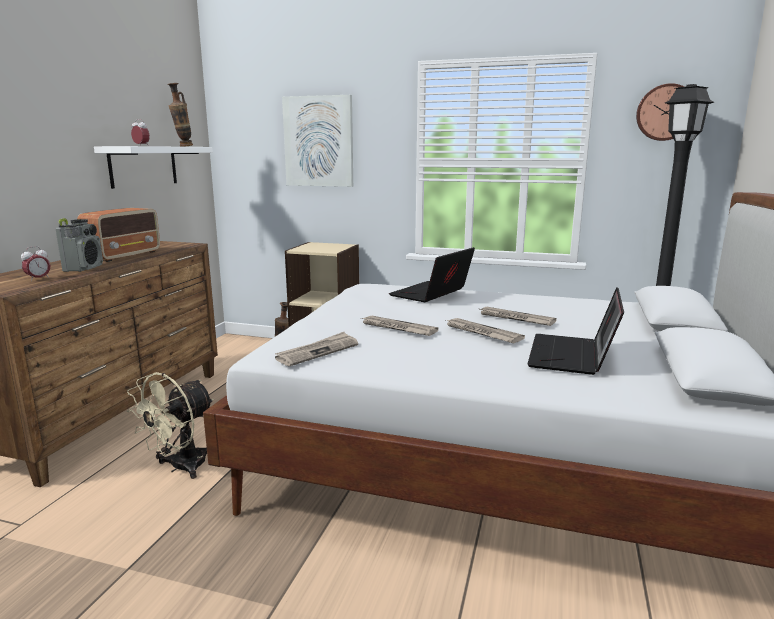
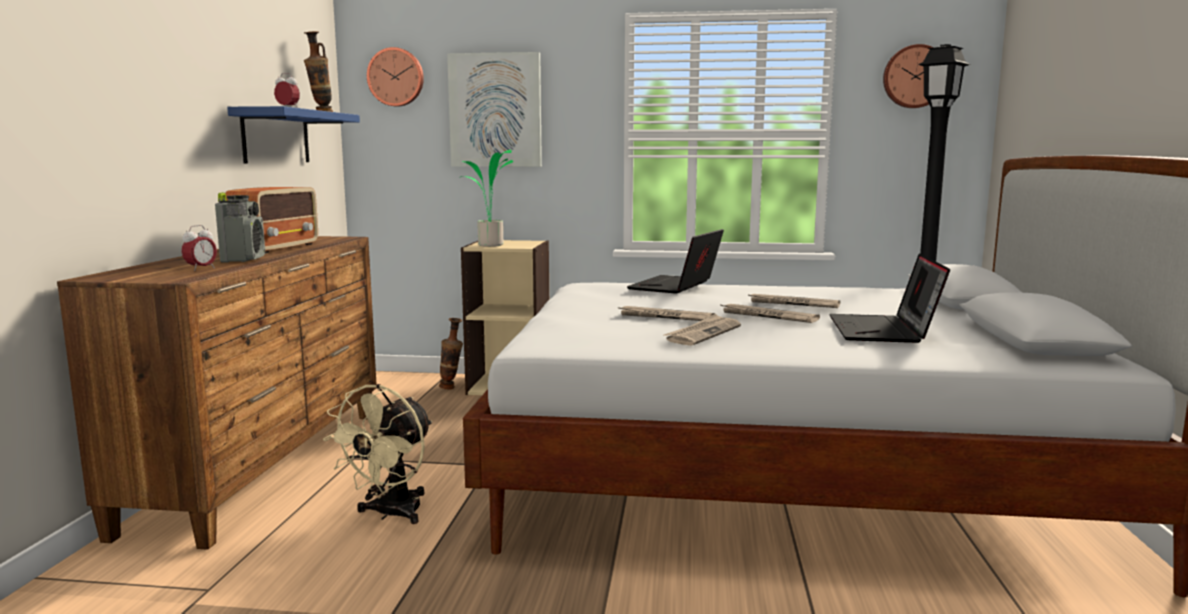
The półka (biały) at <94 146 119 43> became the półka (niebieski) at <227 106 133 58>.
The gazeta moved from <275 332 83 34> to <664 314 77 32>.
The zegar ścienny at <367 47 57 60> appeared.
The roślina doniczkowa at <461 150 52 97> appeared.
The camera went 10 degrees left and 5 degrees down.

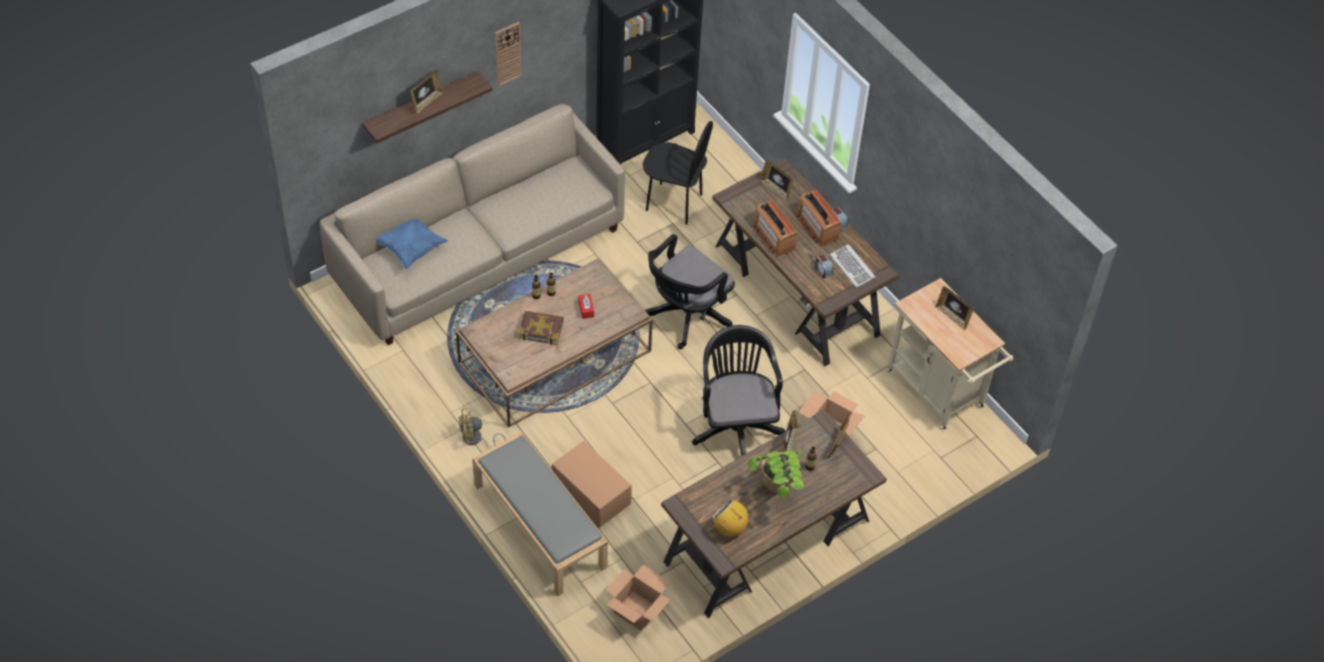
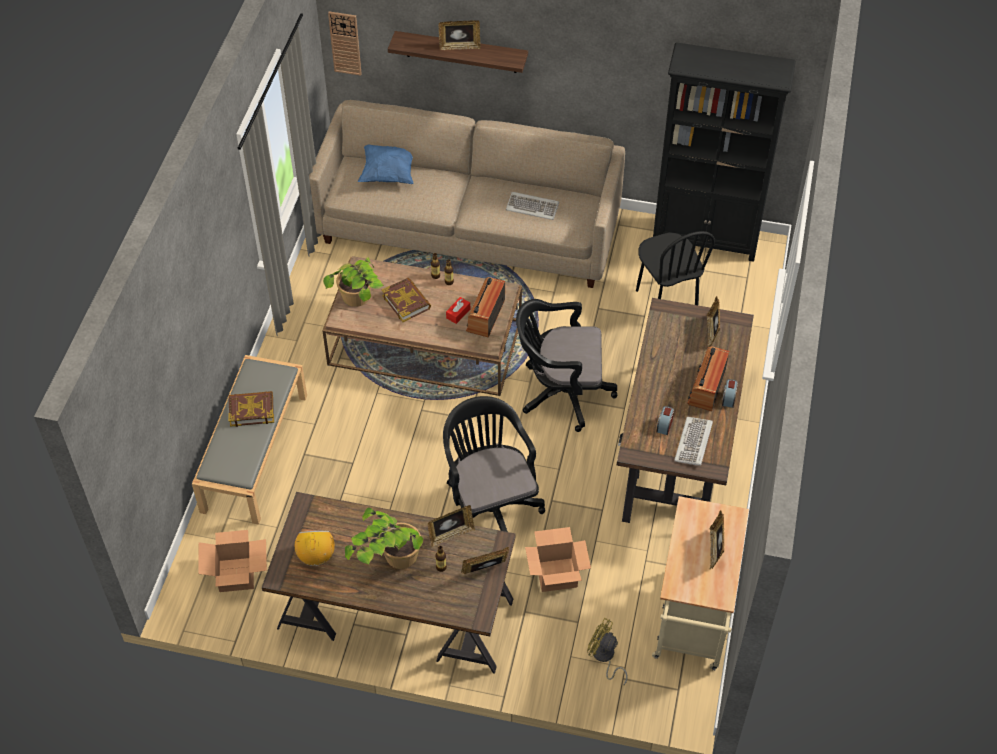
The wentylator (żółty) moved from <458 408 48 41> to <587 618 41 67>.
The zegar ścienny moved from <495 22 27 64> to <328 11 34 65>.
The karton at <552 441 80 87> disappeared.
The krzesło biurowe (czarny) at <692 325 93 132> turned 60 degrees counterclockwise.
The radio moved from <752 200 45 57> to <466 277 39 60>.
The książka at <228 391 46 36> appeared.
The roślina doniczkowa at <323 257 61 50> appeared.
The klawiatura at <506 192 53 28> appeared.
The camera went 50 degrees right and 0 degrees up.

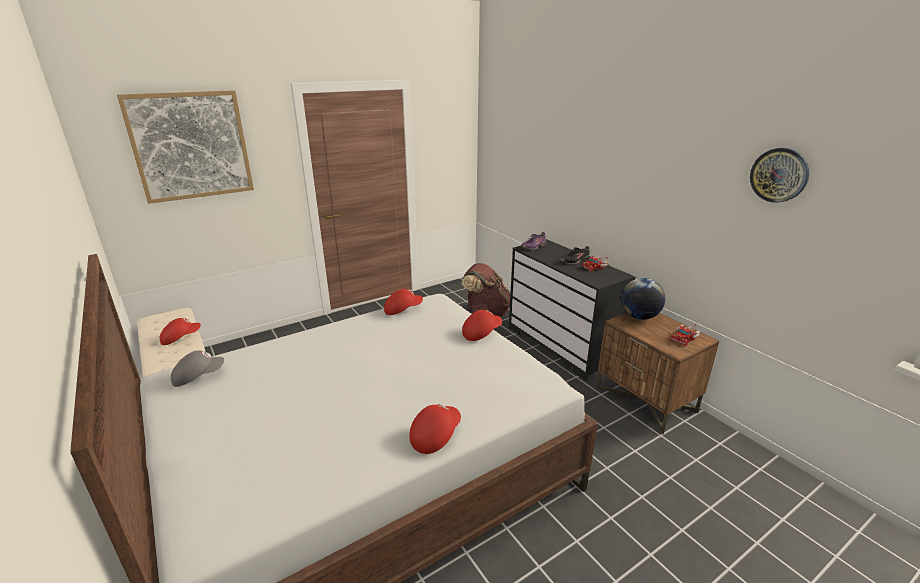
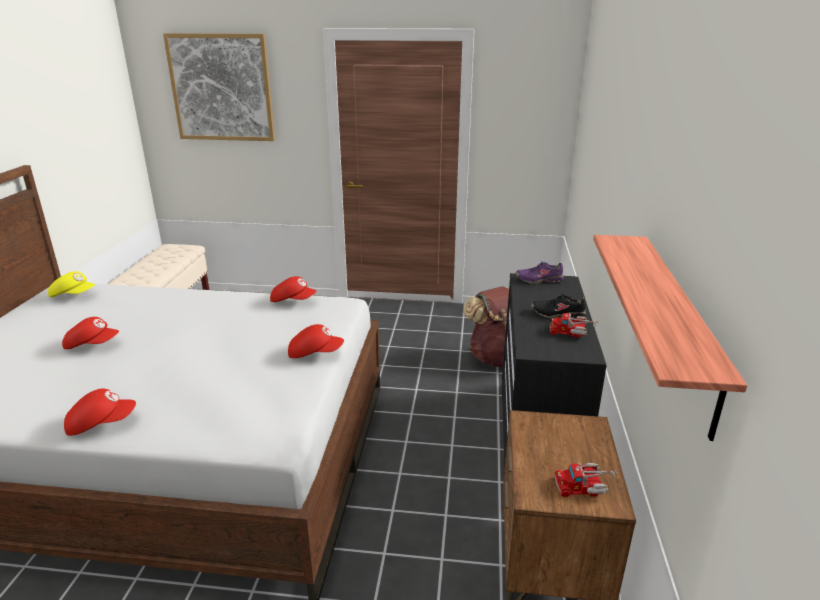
The czapka z daszkiem (czerwony) moved from <160 318 41 27> to <62 317 57 32>.
The czapka z daszkiem (szary) at <171 350 53 37> became the czapka z daszkiem (żółty) at <48 271 47 26>.
The globus at <621 278 44 42> disappeared.
The zegar ścienny at <750 148 59 55> disappeared.
The półka at <593 235 154 206> appeared.
The camera went 40 degrees right and 0 degrees up.

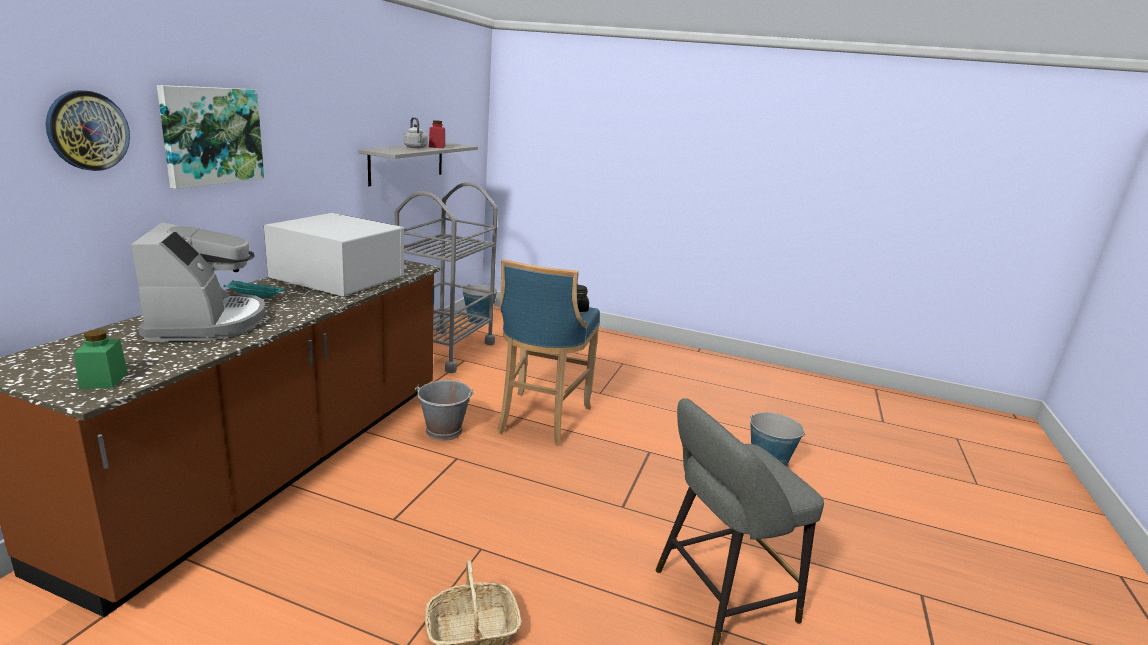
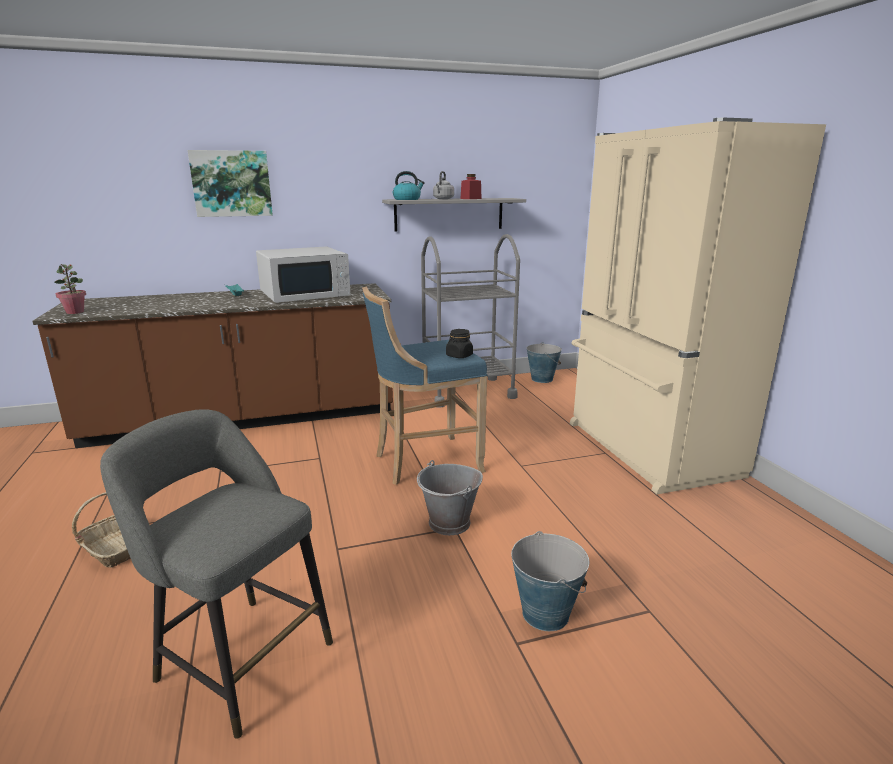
The zegar ścienny at <46 90 84 81> disappeared.
The słoik (zielony) at <74 329 54 60> was replaced by the roślina doniczkowa at <54 264 32 50>.
The ekspres do kawy at <131 222 135 120> disappeared.
The mikrofalówka (biały) at <264 213 140 83> turned 75 degrees clockwise.
The wiadro (szary) moved from <415 380 59 61> to <417 460 66 75>.
The czajnik at <393 171 32 29> appeared.
The lodówka (beżowy) at <570 118 256 376> appeared.
The camera went 55 degrees right and 0 degrees up.

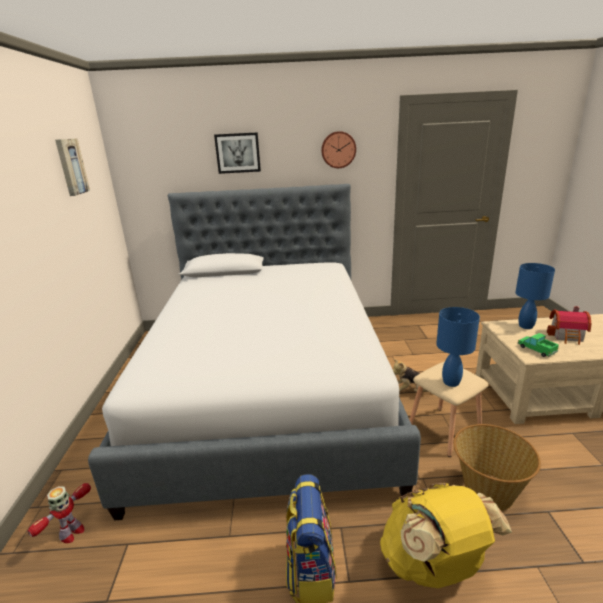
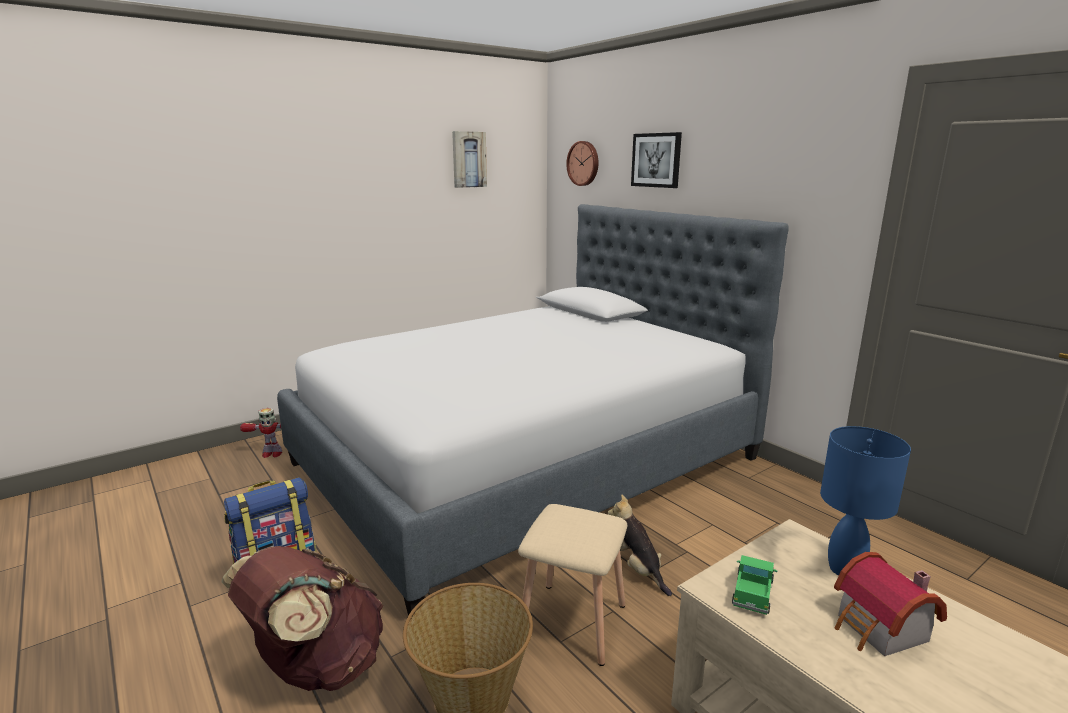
The zegar ścienny moved from <321 131 35 37> to <566 141 32 45>.
The plecak (żółty) at <380 483 132 105> became the plecak (brązowy) at <221 546 163 145>.
The lampa stołowa (niebieski) at <436 307 44 80> disappeared.
The camera went 55 degrees right and 5 degrees down.

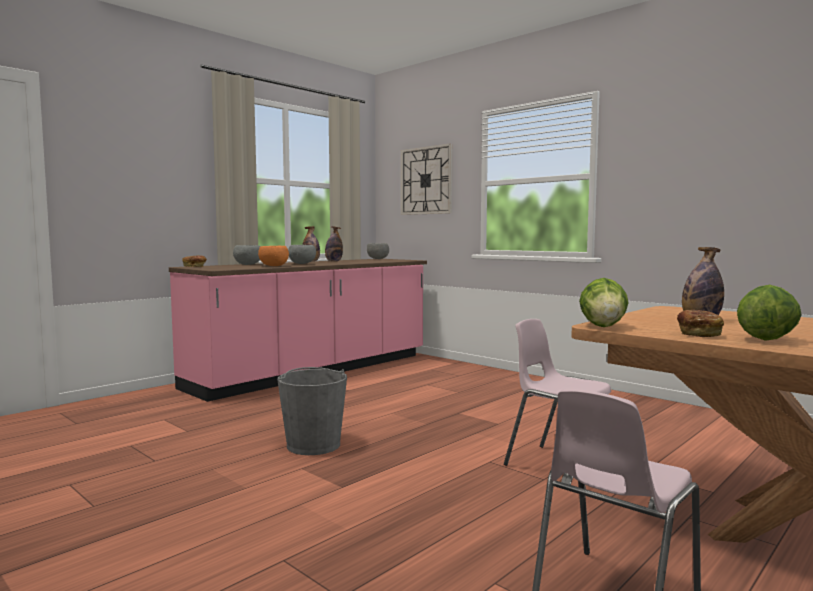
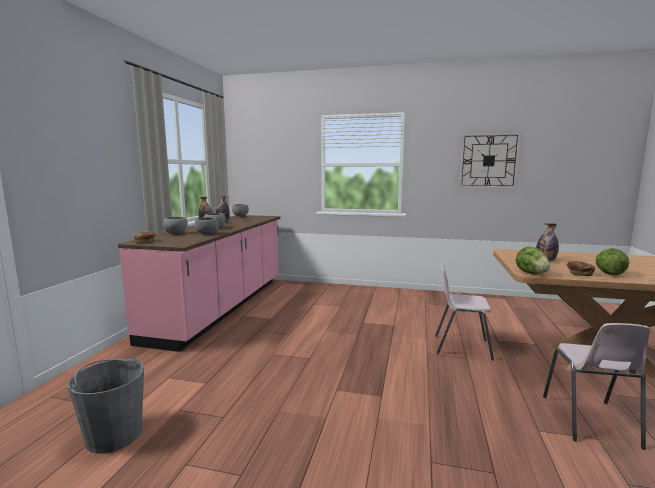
The miska (pomarańczowy) at <258 246 31 20> became the miska (szary) at <195 217 24 18>.
The wiadro (szary) moved from <277 367 70 88> to <67 358 77 96>.
The zegar ścienny moved from <401 143 51 72> to <459 133 62 55>.
The camera went 30 degrees left and 5 degrees up.

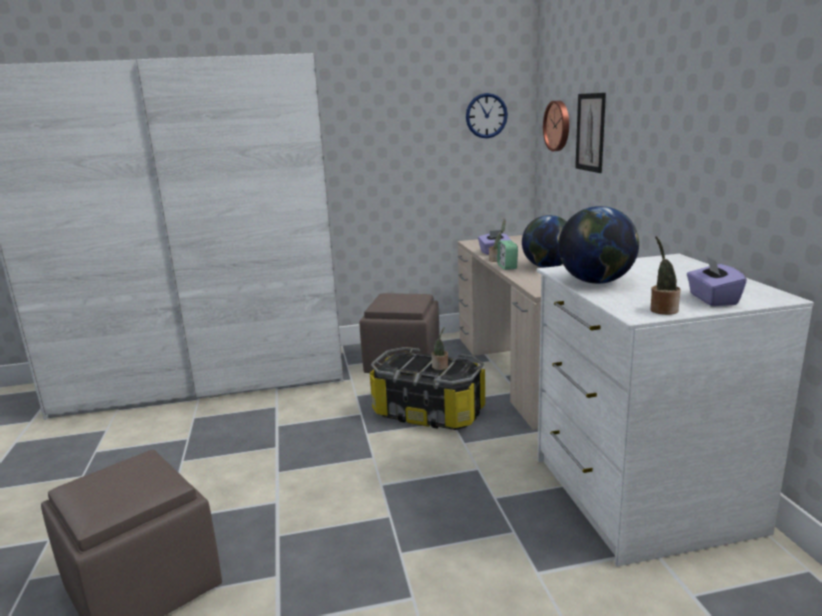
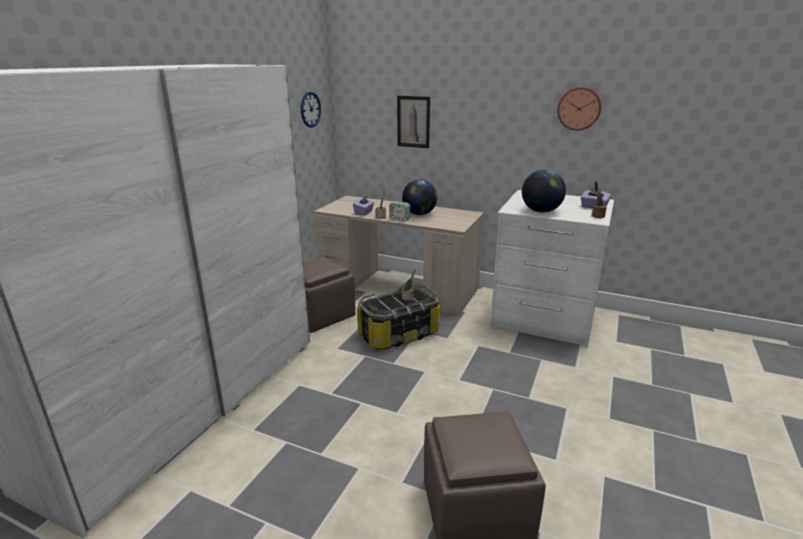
The zegar ścienny moved from <543 101 26 50> to <557 87 44 44>.
The camera went 55 degrees left and 5 degrees up.

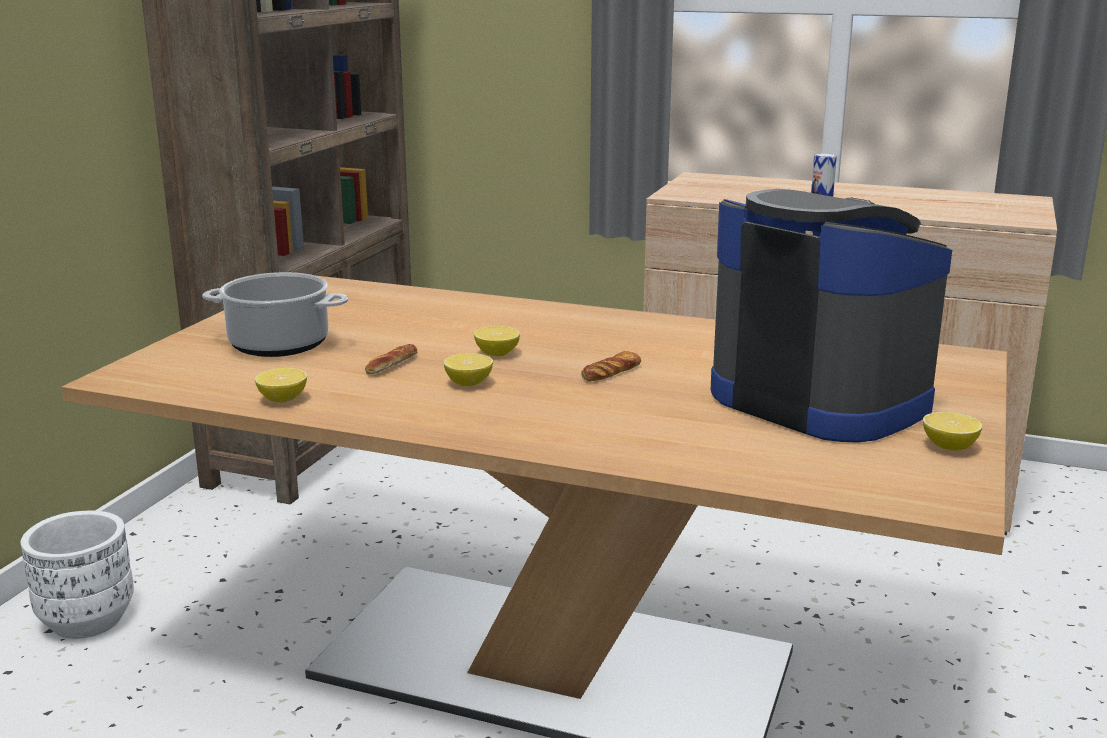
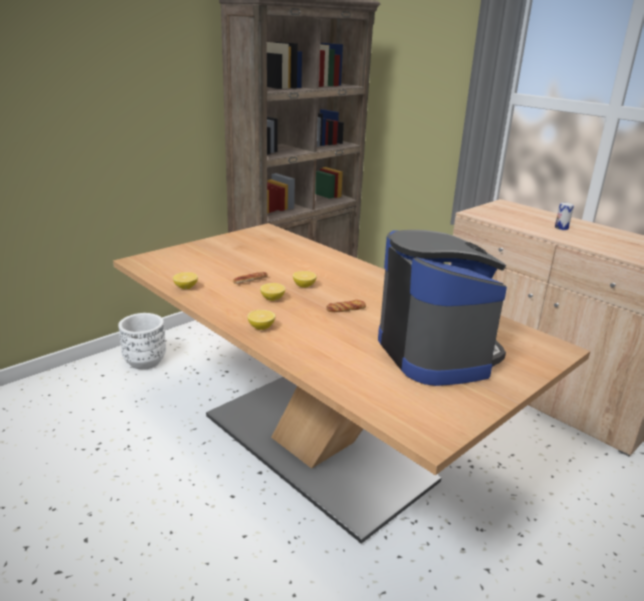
The garnek at <202 272 146 85> disappeared.
The cytryna moved from <923 412 59 39> to <247 310 28 20>.
The camera went 25 degrees right and 5 degrees up.

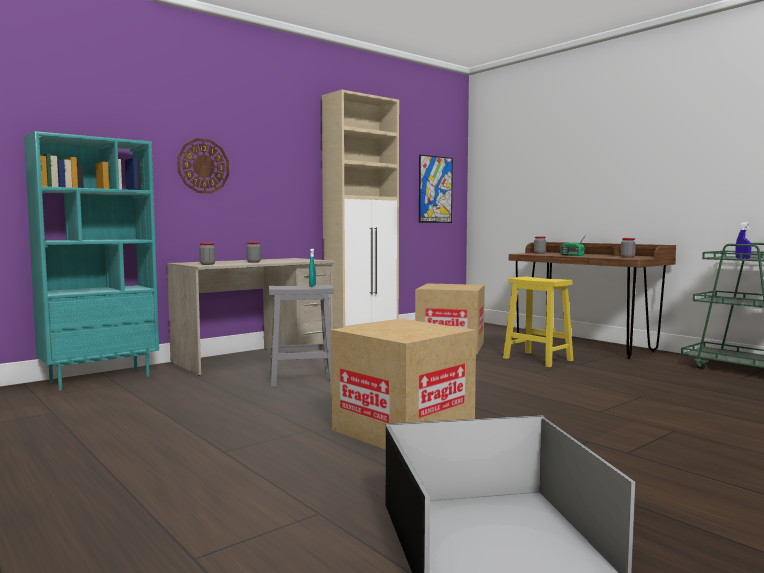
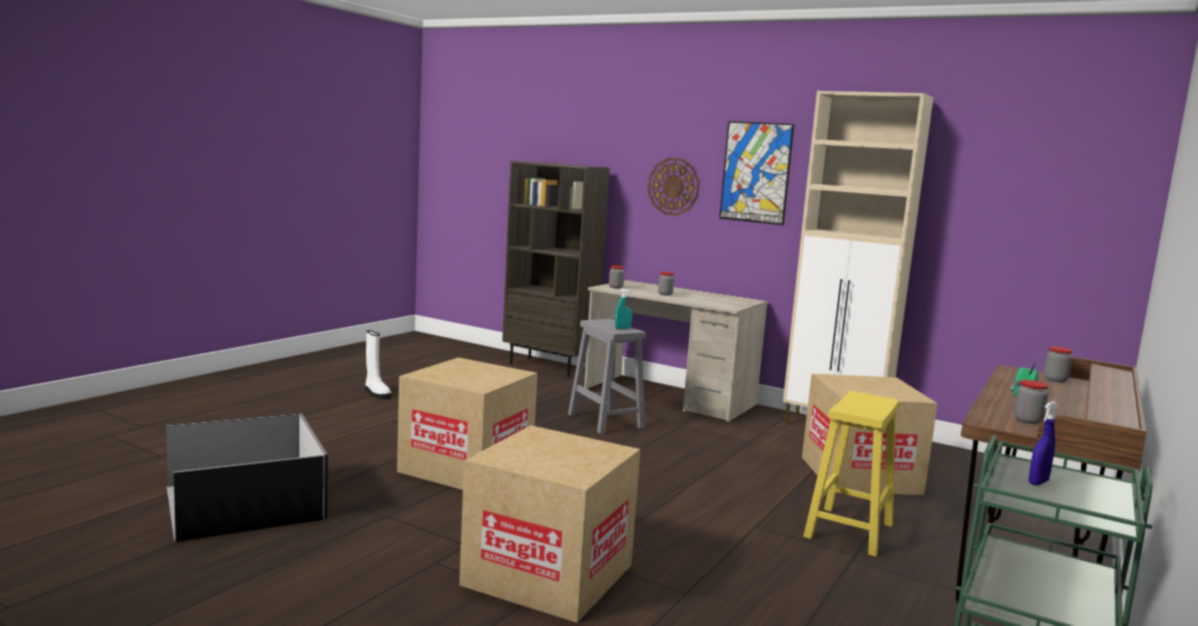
The regał (turkusowy) at <24 131 135 259> became the regał (brązowy) at <502 161 108 216>.
The obraz moved from <419 155 34 68> to <719 121 75 104>.
The but z cholewką (biały) at <365 330 26 69> appeared.
The karton at <459 425 181 198> appeared.
The camera went 70 degrees right and 5 degrees up.

